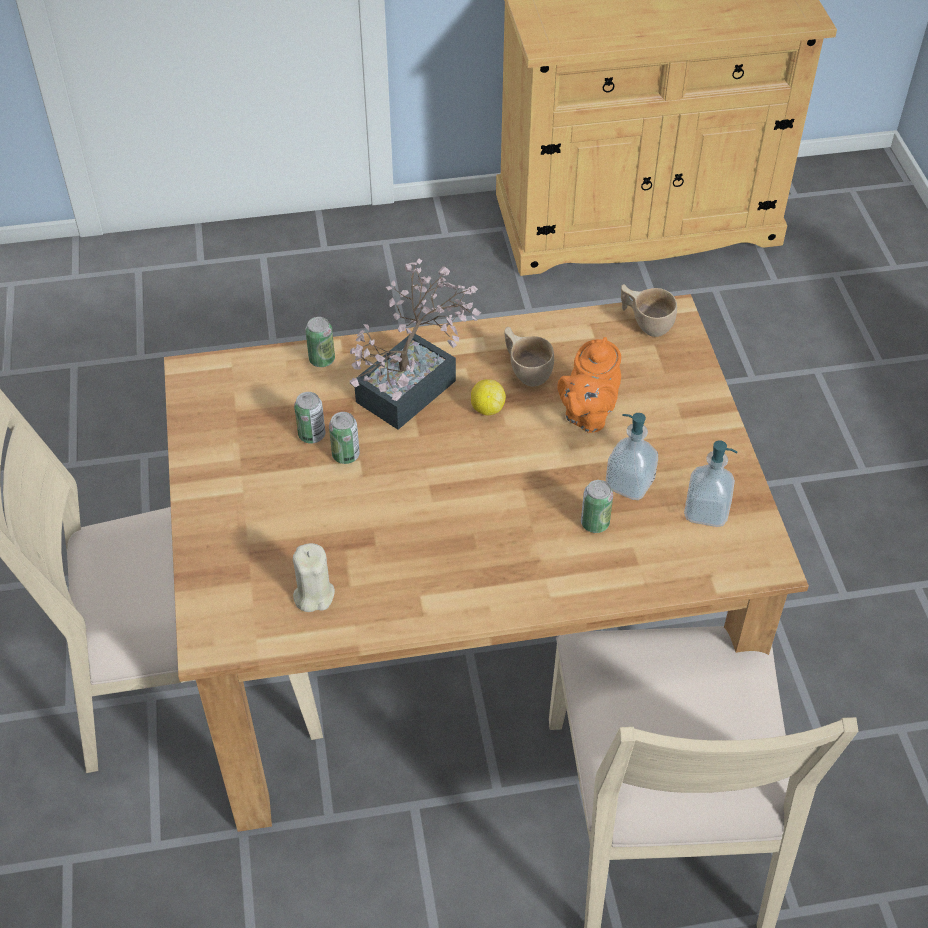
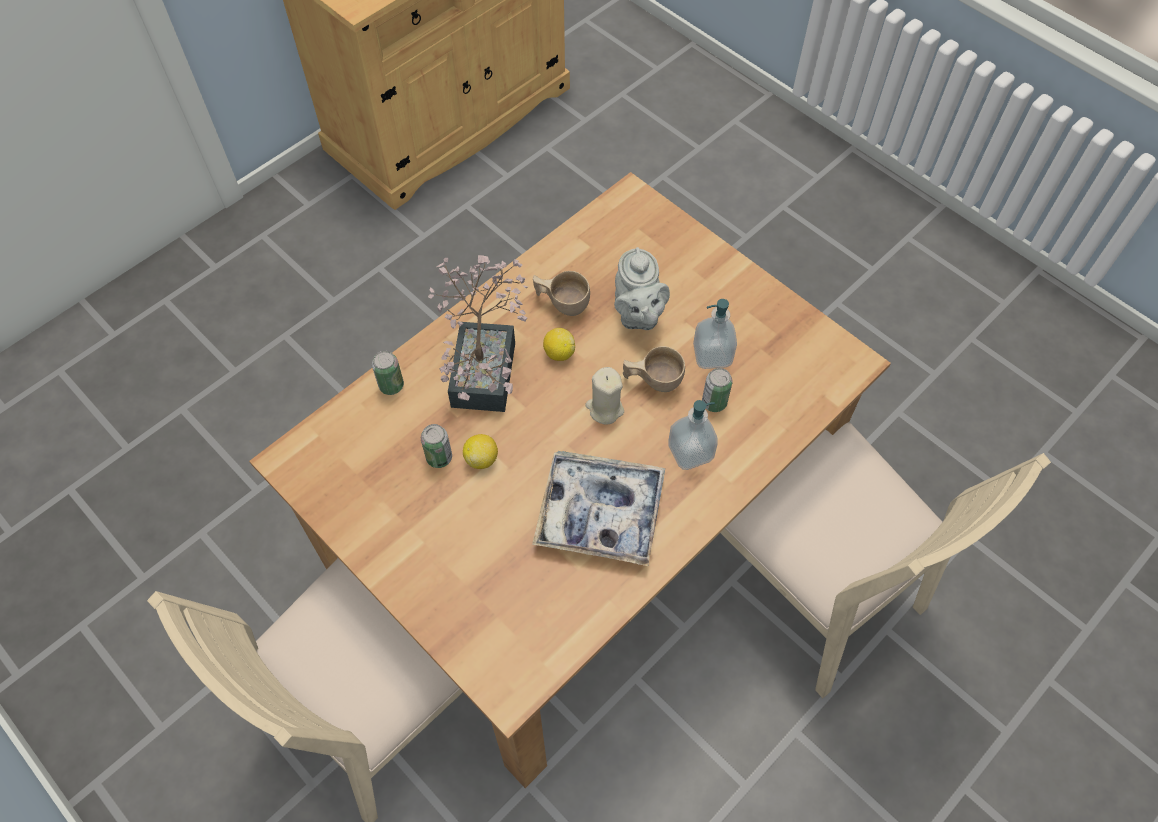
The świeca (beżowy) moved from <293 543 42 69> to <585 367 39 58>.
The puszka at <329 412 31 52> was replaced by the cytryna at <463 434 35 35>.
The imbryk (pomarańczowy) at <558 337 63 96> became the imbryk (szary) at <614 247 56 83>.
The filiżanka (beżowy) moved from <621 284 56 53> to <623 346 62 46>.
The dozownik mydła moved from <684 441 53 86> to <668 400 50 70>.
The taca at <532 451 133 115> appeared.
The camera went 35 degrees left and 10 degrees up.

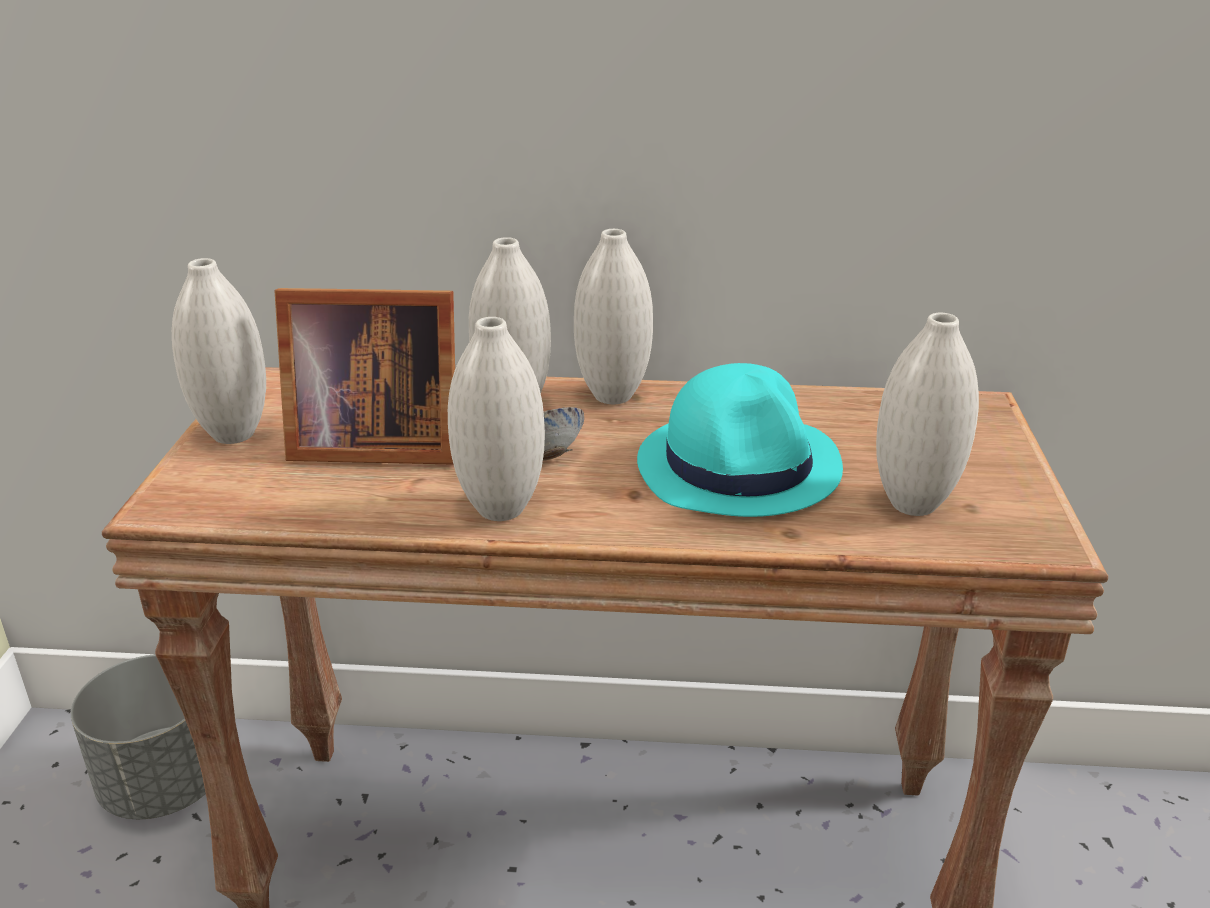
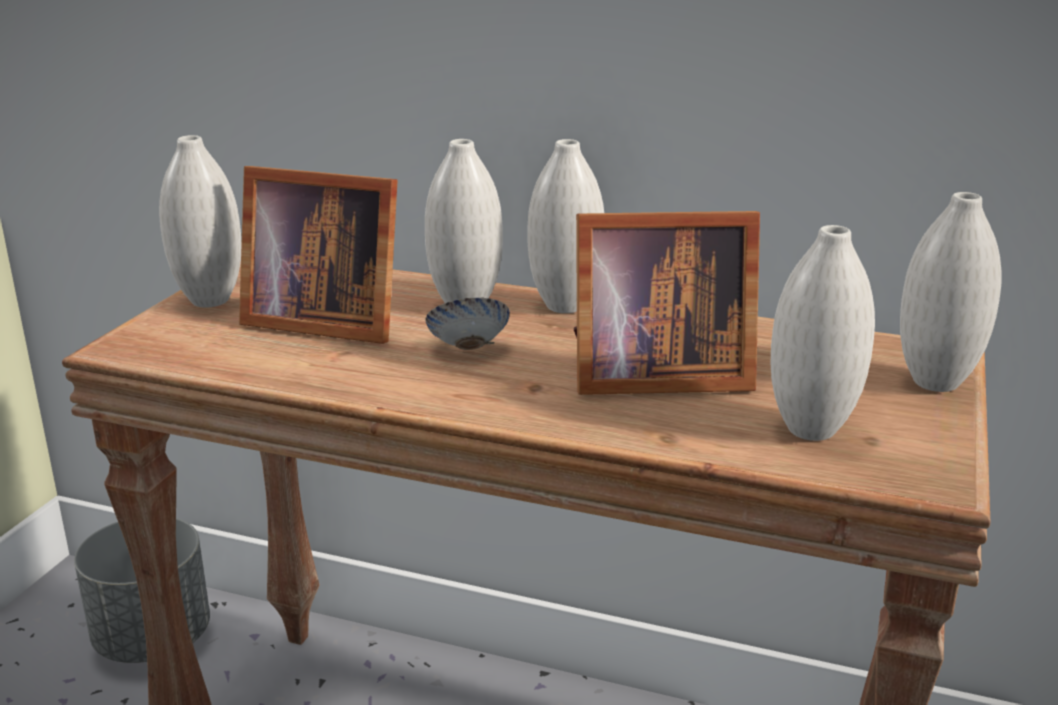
The wazon (biały) moved from <448 317 97 204> to <900 192 101 200>.
The kapelusz (turkusowy) at <637 363 206 154> was replaced by the ramka na zdjęcie at <574 211 186 184>.
The camera went 15 degrees right and 5 degrees down.

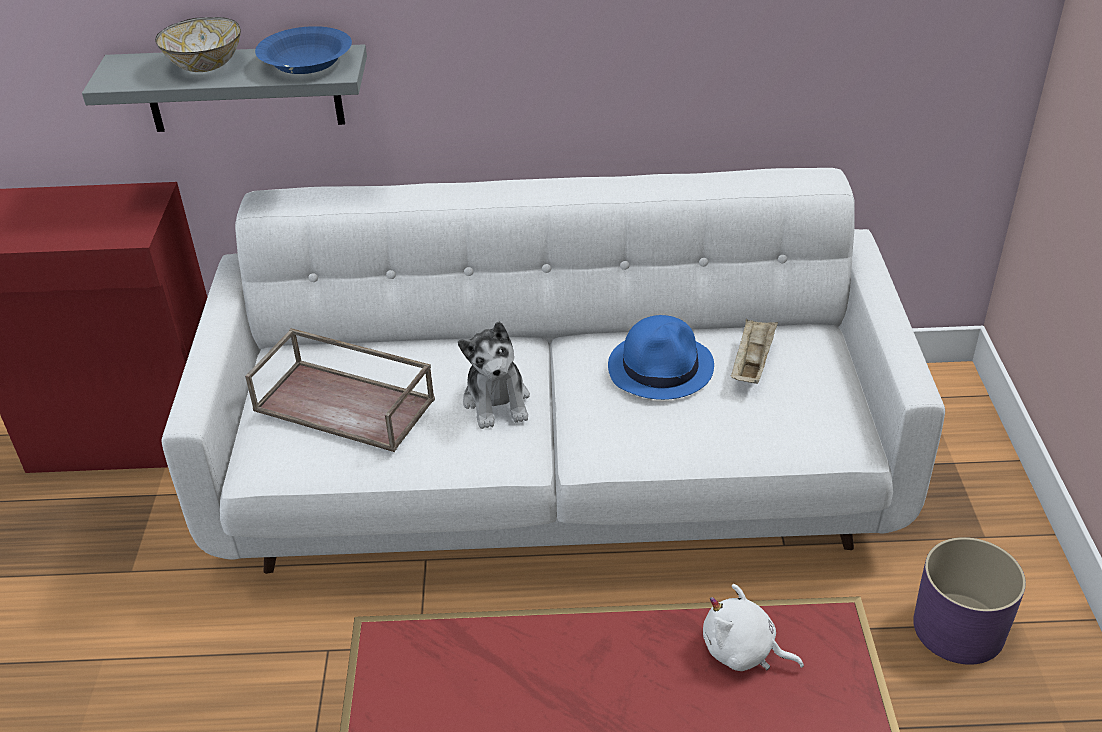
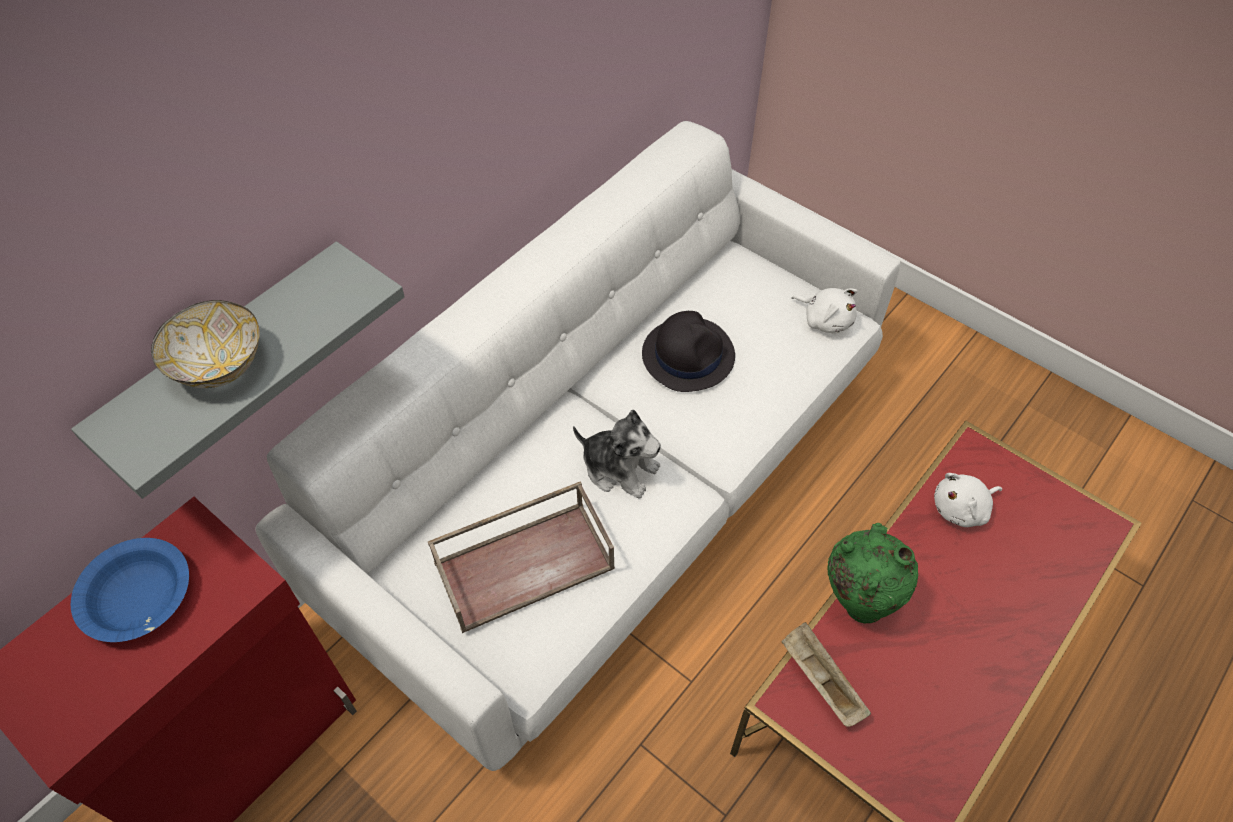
The miska (niebieski) moved from <255 26 97 48> to <71 538 118 104>.
The kapelusz (niebieski) at <608 315 106 85> became the kapelusz (czarny) at <642 311 93 81>.
The taca (beżowy) moved from <731 319 47 65> to <781 622 90 105>.
The donica (fioletowy) at <913 537 113 128> disappeared.
The pluszak (biały) at <792 288 65 46> appeared.
The wazon (zielony) at <827 523 91 101> appeared.
The camera went 50 degrees left and 15 degrees up.

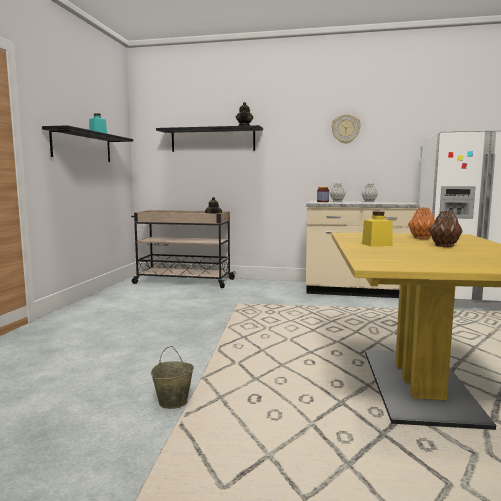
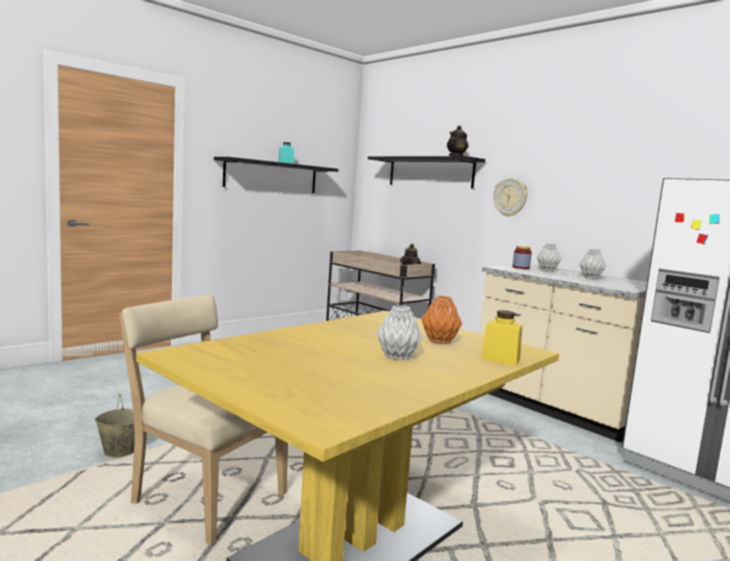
The zegar ścienny moved from <332 114 29 30> to <494 178 34 39>.
The słoik (żółty) moved from <362 211 31 36> to <481 310 42 56>.
The wazon (brązowy) at <429 211 34 36> became the wazon (szary) at <376 305 46 55>.
The krzesło (beżowy) at <119 295 169 250> appeared.
The camera went 35 degrees right and 0 degrees up.

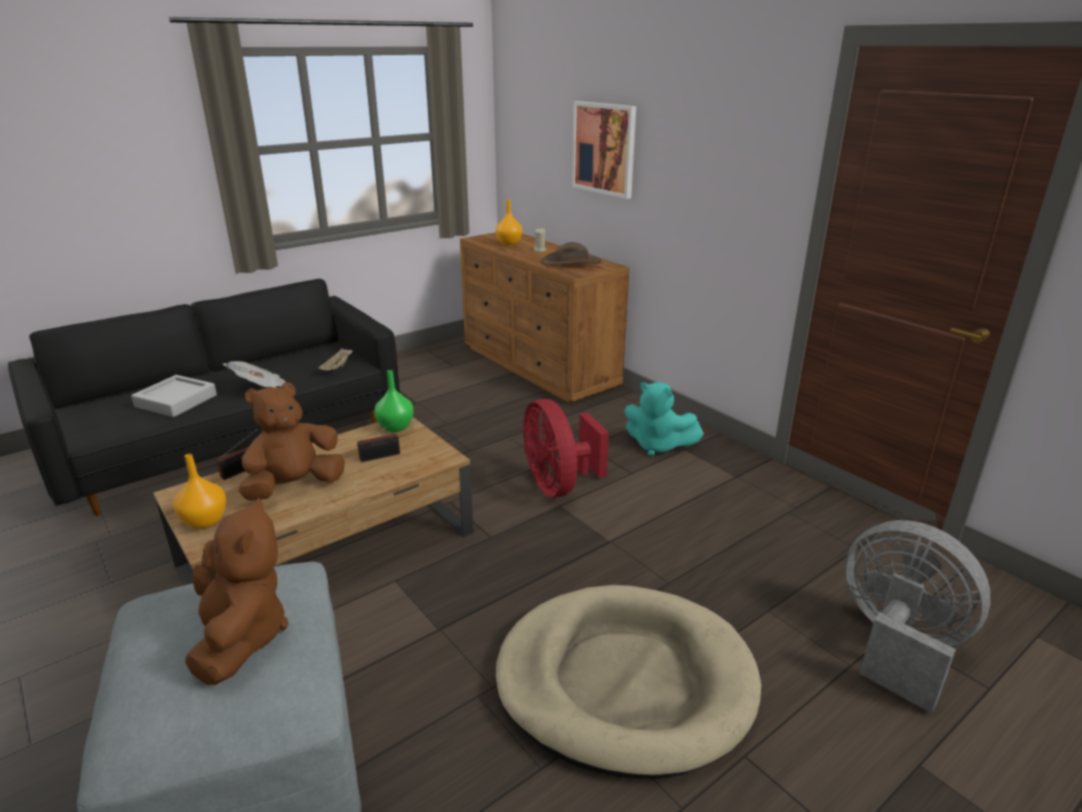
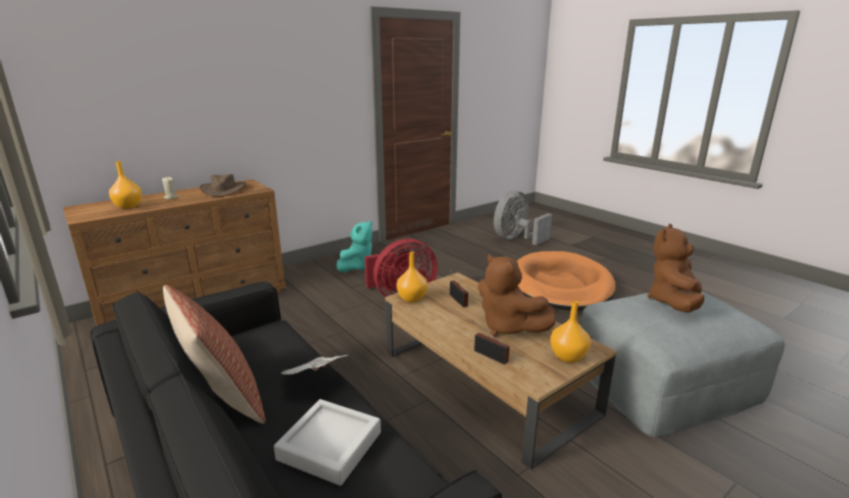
The pluszak (brązowy) at <185 498 103 187> turned 45 degrees counterclockwise.
The taca (beżowy) at <318 348 35 22> disappeared.
The wazon (zielony) at <374 370 39 62> became the wazon (pomarańczowy) at <396 252 32 51>.
The legowisko (beżowy) at <495 585 267 193> became the legowisko (pomarańczowy) at <517 251 99 59>.
The obraz at <572 101 64 98> disappeared.
The poduszka at <163 285 103 139> appeared.
The camera went 90 degrees left and 5 degrees down.

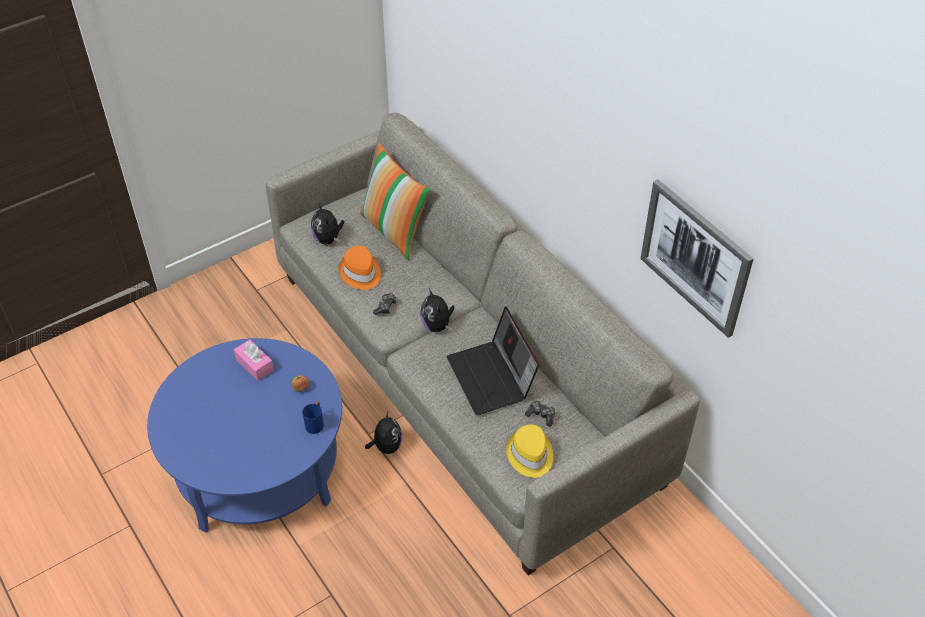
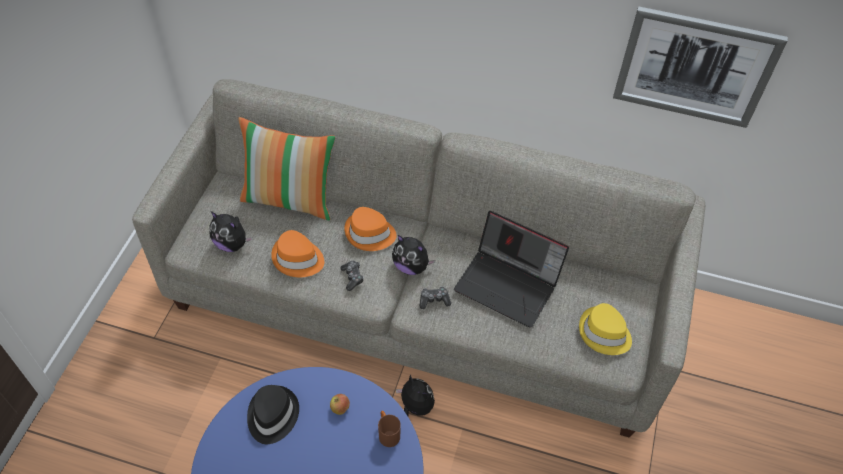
The pudełko chusteczek (różowy) at <234 339 40 42> was replaced by the kapelusz (czarny) at <247 385 52 59>.
The kubek (niebieski) at <302 401 22 33> became the kubek (brązowy) at <378 411 23 36>.
The pad do gier moved from <525 400 30 27> to <420 286 31 23>.
The kapelusz (pomarańczowy) at <344 207 53 44> appeared.
The camera went 40 degrees left and 5 degrees up.

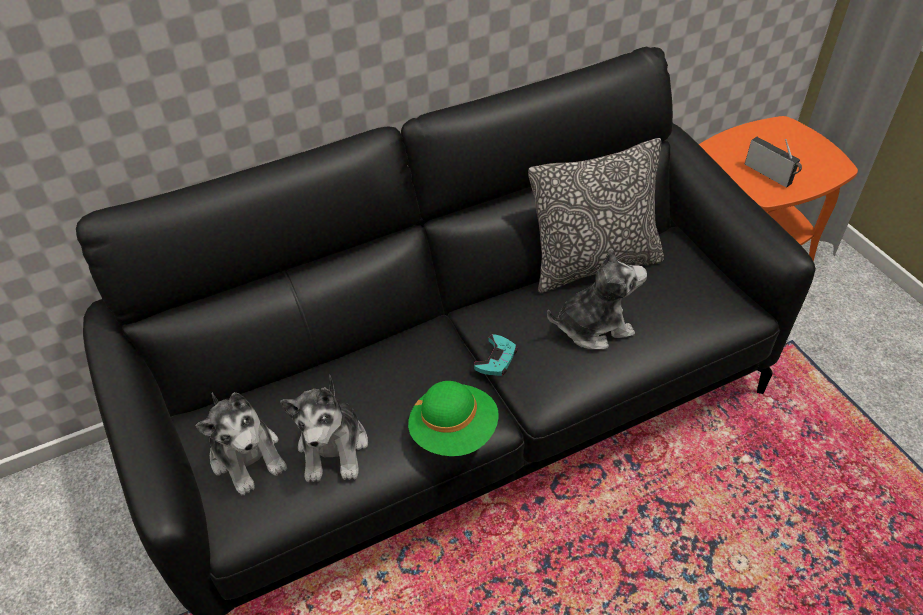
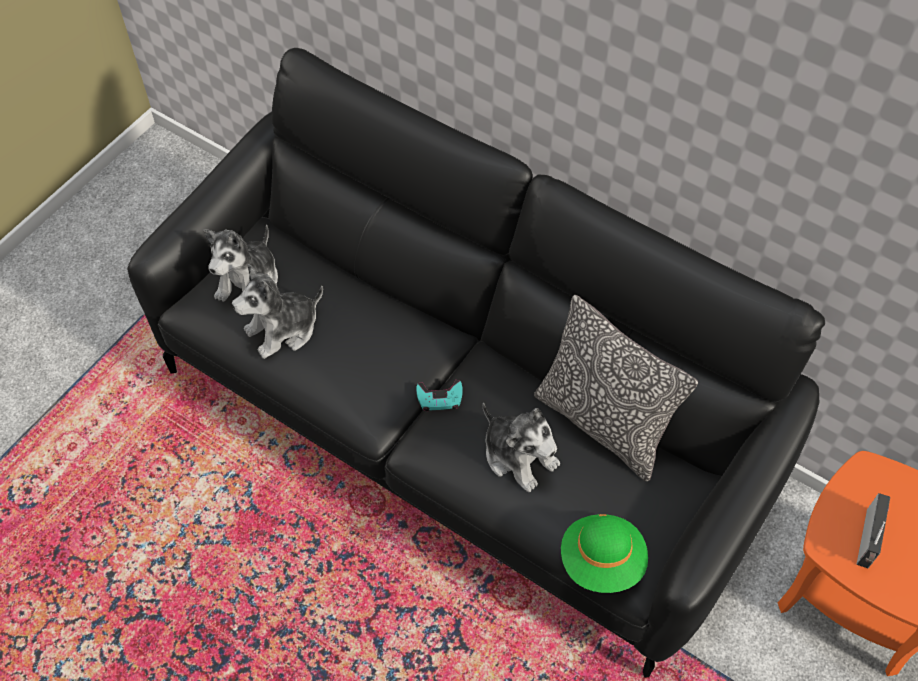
The kapelusz (zielony) moved from <408 381 91 75> to <561 514 87 79>.
The camera went 60 degrees right and 10 degrees up.

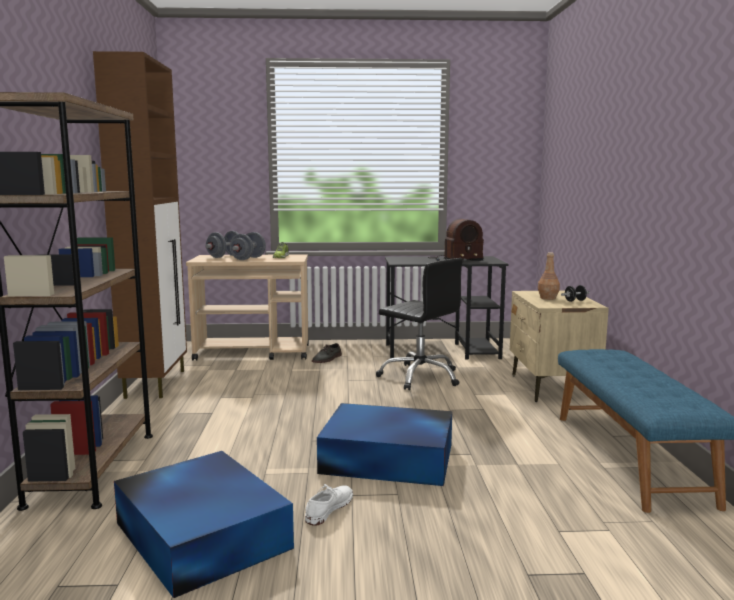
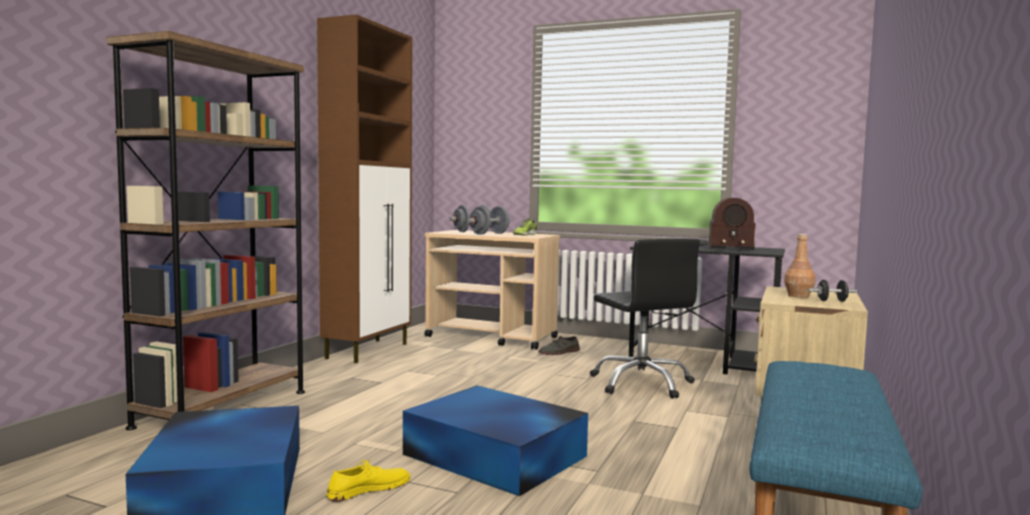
The but (biały) at <305 484 48 42> became the but (żółty) at <327 459 83 43>.
The camera went 25 degrees right and 5 degrees down.

